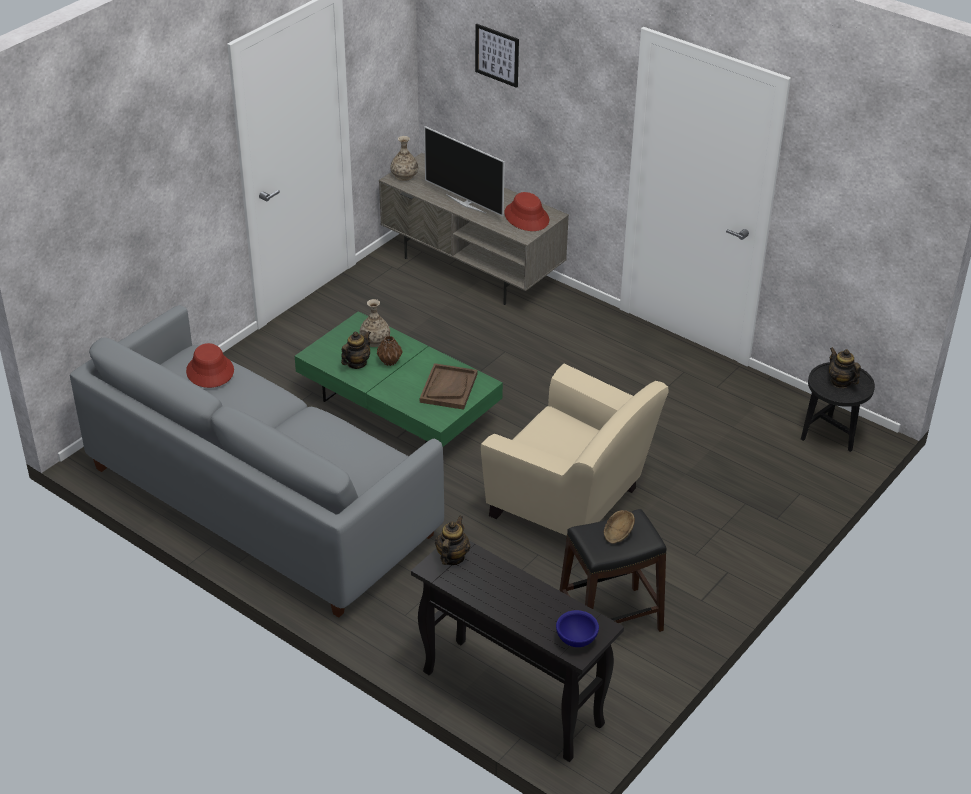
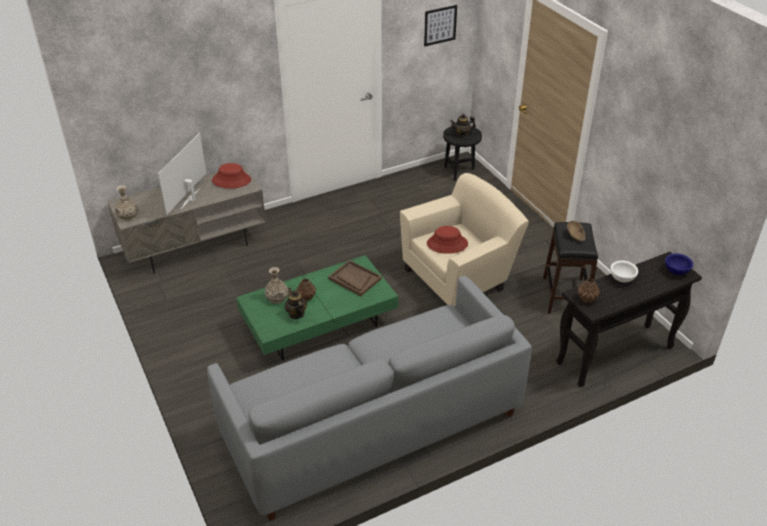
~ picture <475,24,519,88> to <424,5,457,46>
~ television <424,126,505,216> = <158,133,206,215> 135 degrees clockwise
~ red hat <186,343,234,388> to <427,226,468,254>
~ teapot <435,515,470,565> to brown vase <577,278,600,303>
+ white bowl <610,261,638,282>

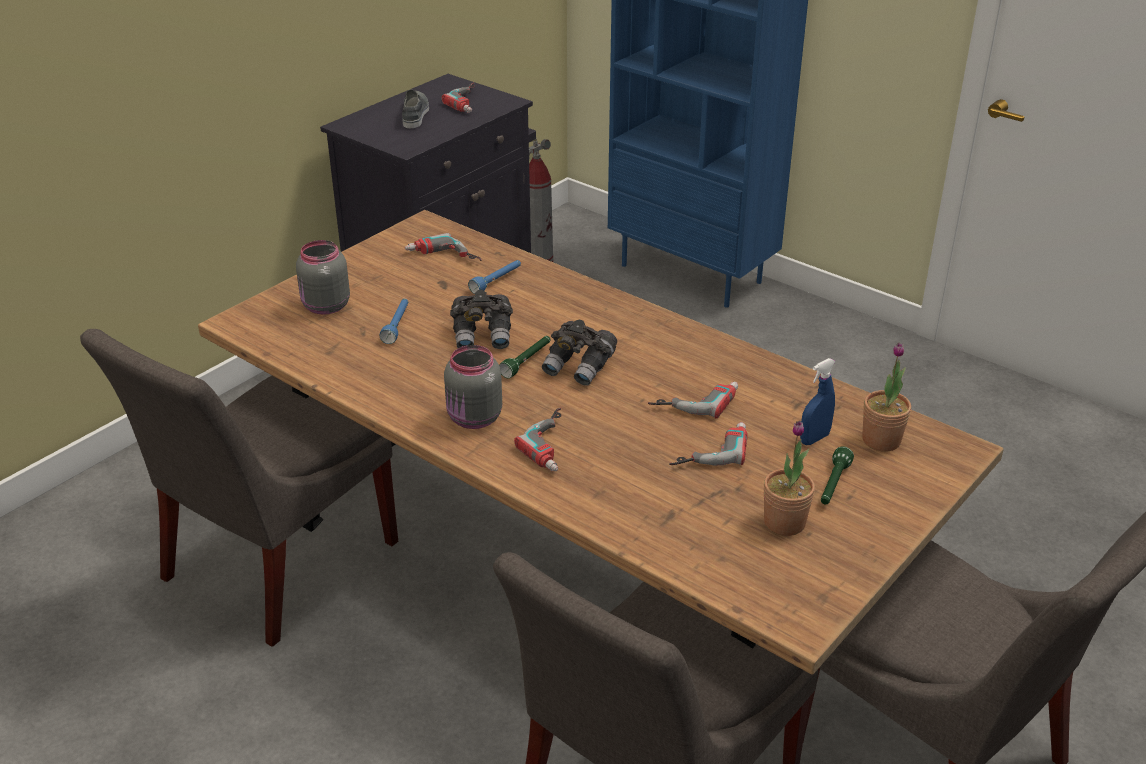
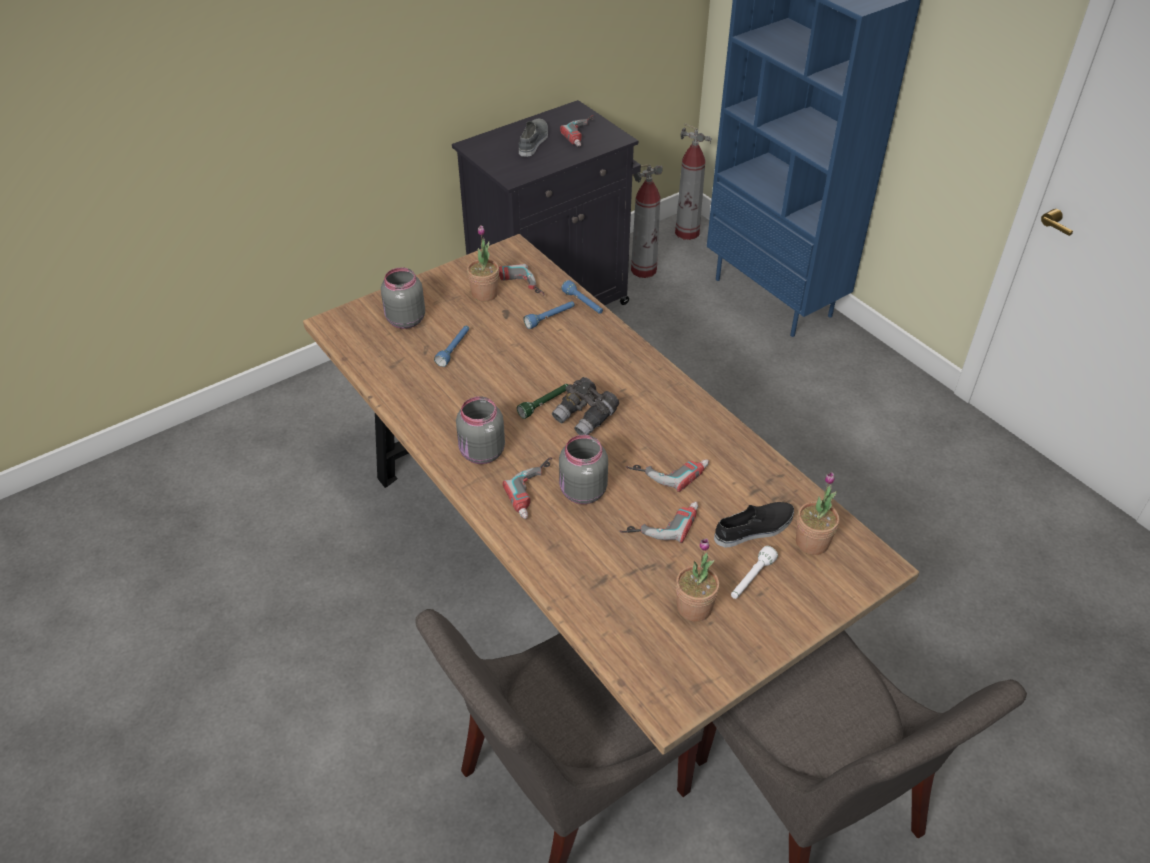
- grey binoculars <450,290,513,349>
- grey chair <80,329,398,647>
~ blue spray bottle <800,358,836,445> to black shoe <714,502,794,548>
~ green flashlight <821,446,854,505> to white flashlight <731,546,778,599>
+ fire extinguisher <675,123,712,240>
+ potted plant <467,225,499,302>
+ blue flashlight <561,280,603,314>
+ grey jar <559,435,608,504>

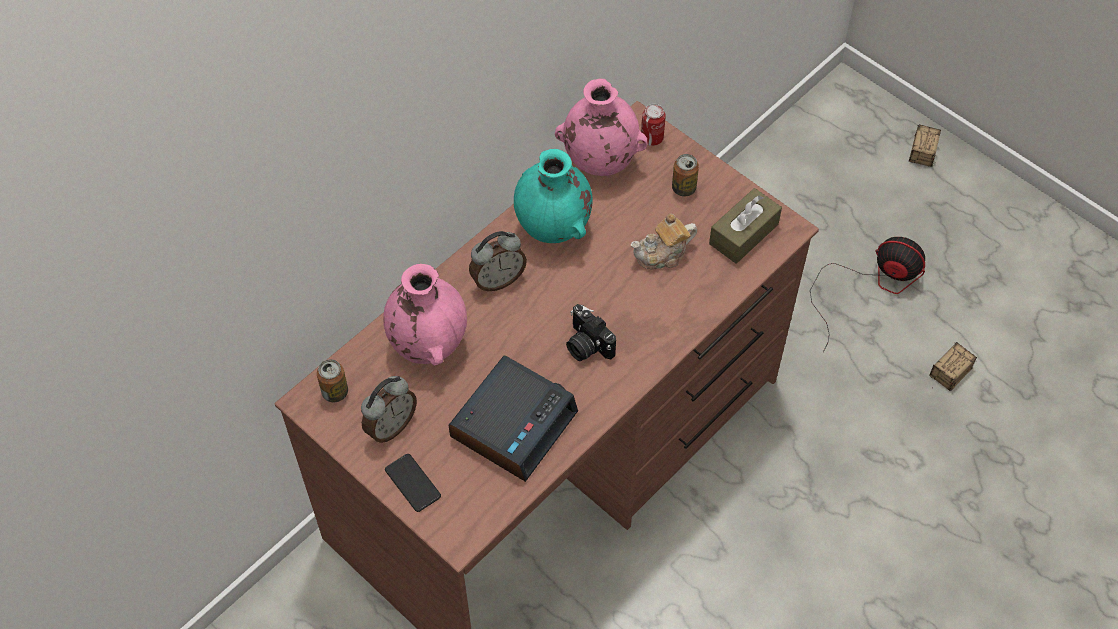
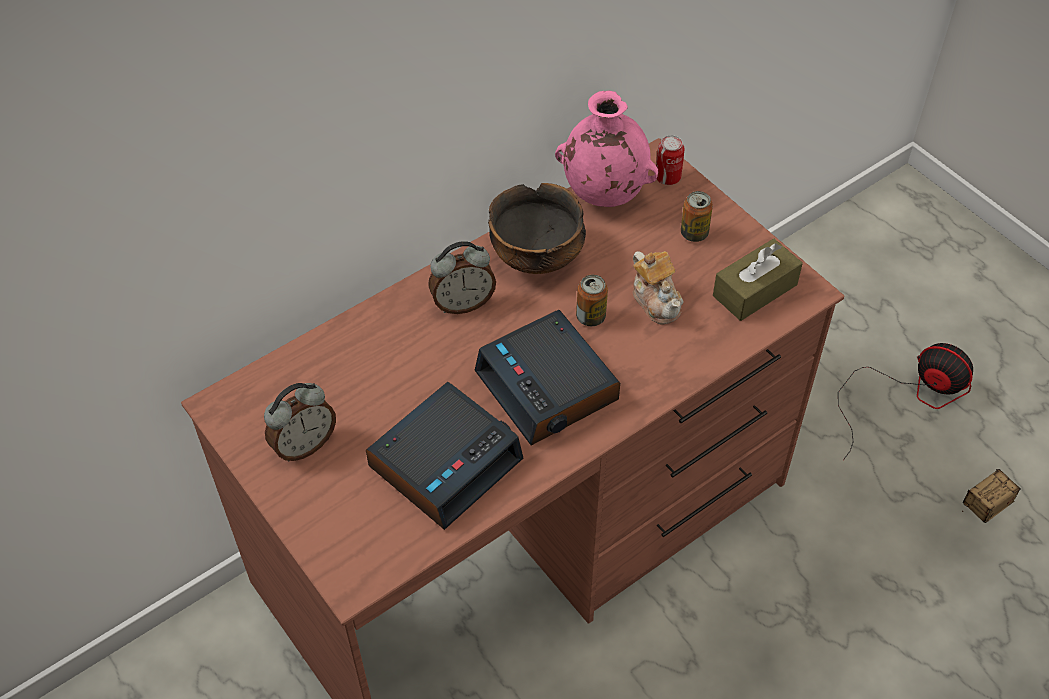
- storage box <909,124,941,167>
~ turquoise vase <514,149,593,243> to bowl <488,183,586,274>
~ teapot <631,214,697,269> = <633,251,683,325> 105 degrees counterclockwise
- pink vase <383,264,467,365>
~ photo camera <566,304,616,361> to alarm clock <475,310,620,446>
~ can <317,359,348,402> to <576,275,608,326>
- phone <385,454,441,512>

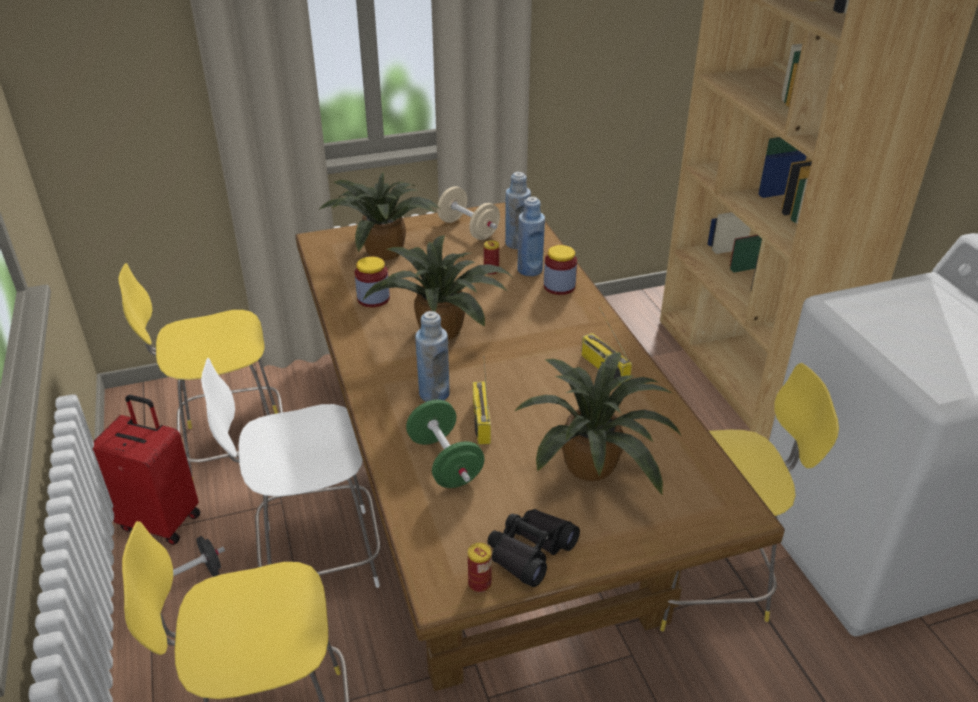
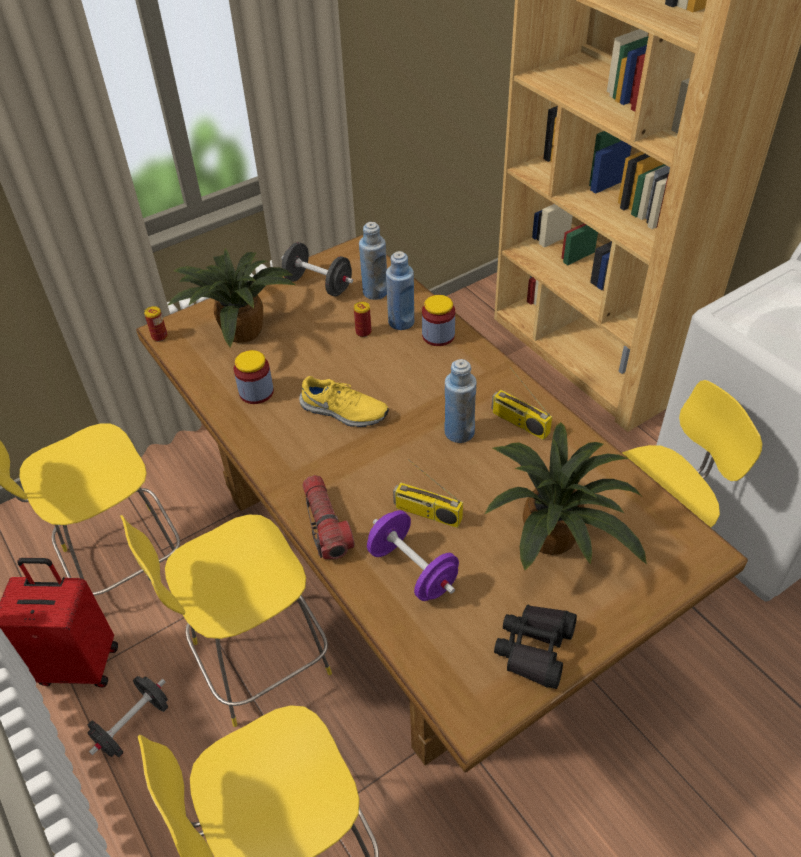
~ beige dumbbell <437,186,500,240> to black dumbbell <281,242,353,297>
~ potted plant <363,235,514,340> to yellow shoe <299,376,389,427>
~ blue bottle <415,311,450,402> to <445,359,477,443>
~ radio <473,356,491,445> = <393,460,463,528> 45 degrees counterclockwise
~ white chair <201,358,380,588> to yellow chair <120,515,332,727>
~ green dumbbell <406,400,485,488> to purple dumbbell <367,510,459,601>
~ can <468,543,492,593> to <144,306,168,342>
+ flashlight <302,475,355,559>

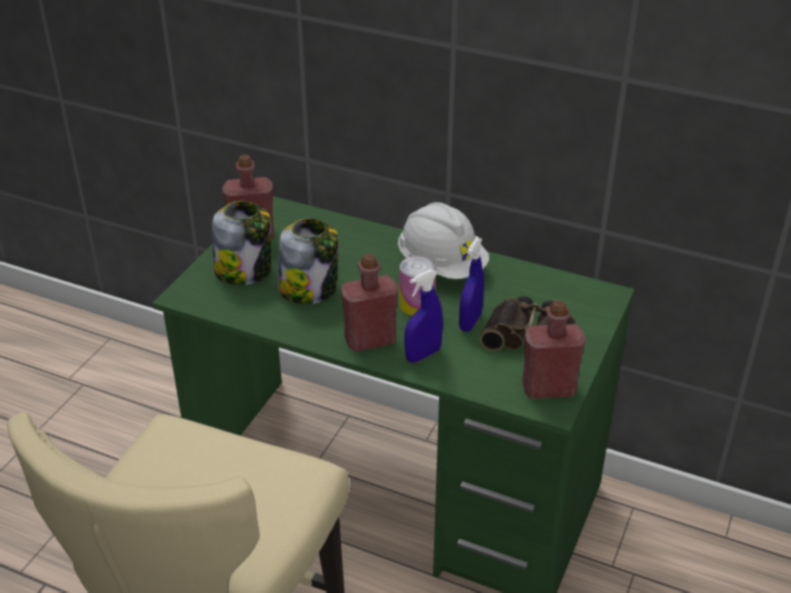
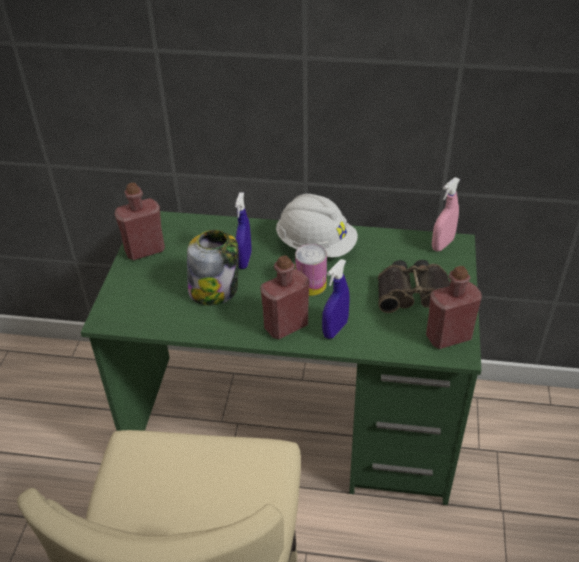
- jar <212,201,271,285>
~ blue spray bottle <459,237,484,332> to <235,192,251,269>
+ pink spray bottle <432,177,460,252>

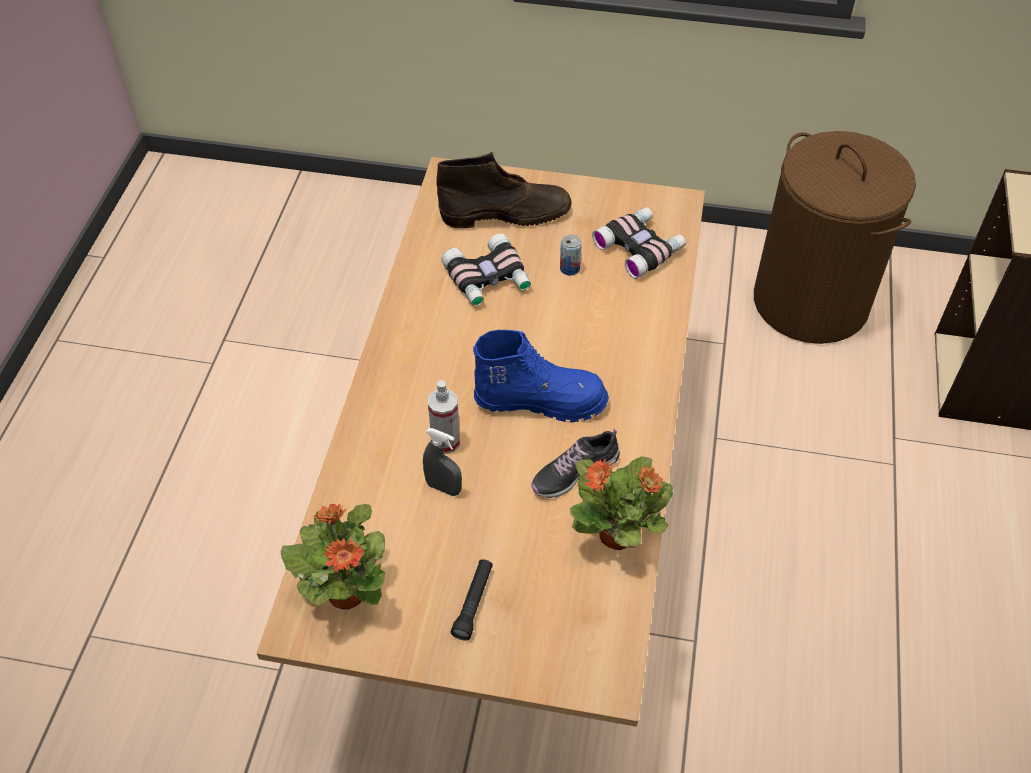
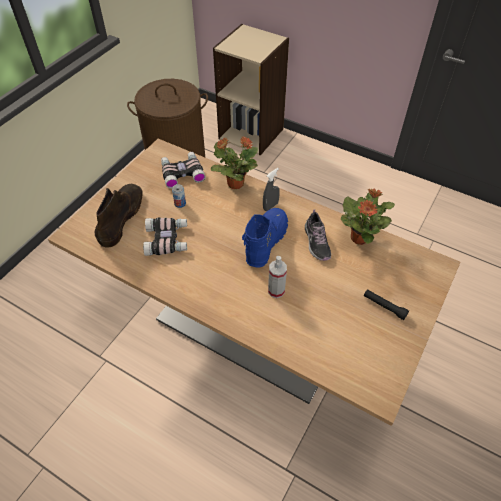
~ grey spray bottle <423,428,462,496> to <263,168,280,211>
~ potted plant <281,503,385,609> to <210,136,258,189>

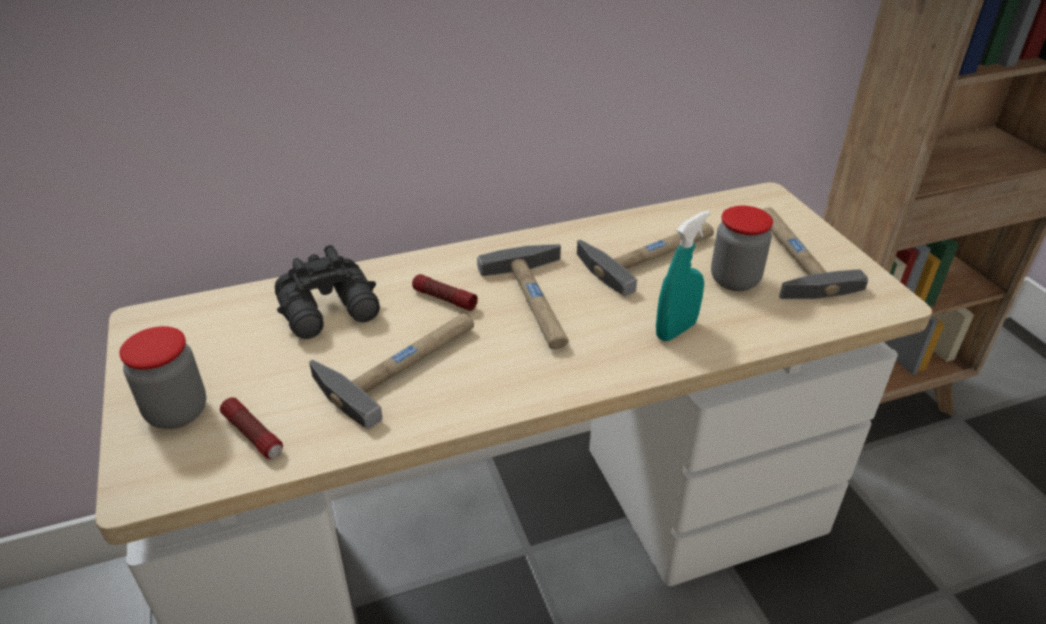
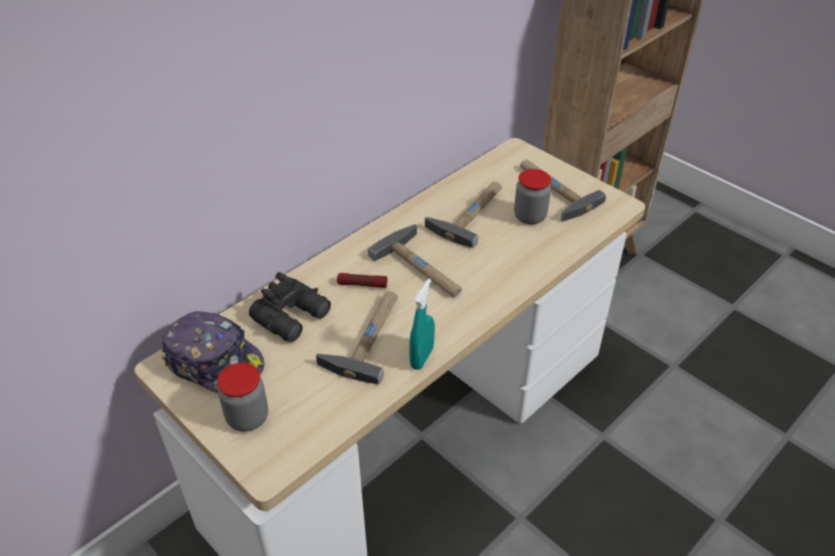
~ turquoise spray bottle <656,210,710,341> to <409,279,435,370>
- flashlight <220,397,283,459>
+ cap <162,311,264,393>

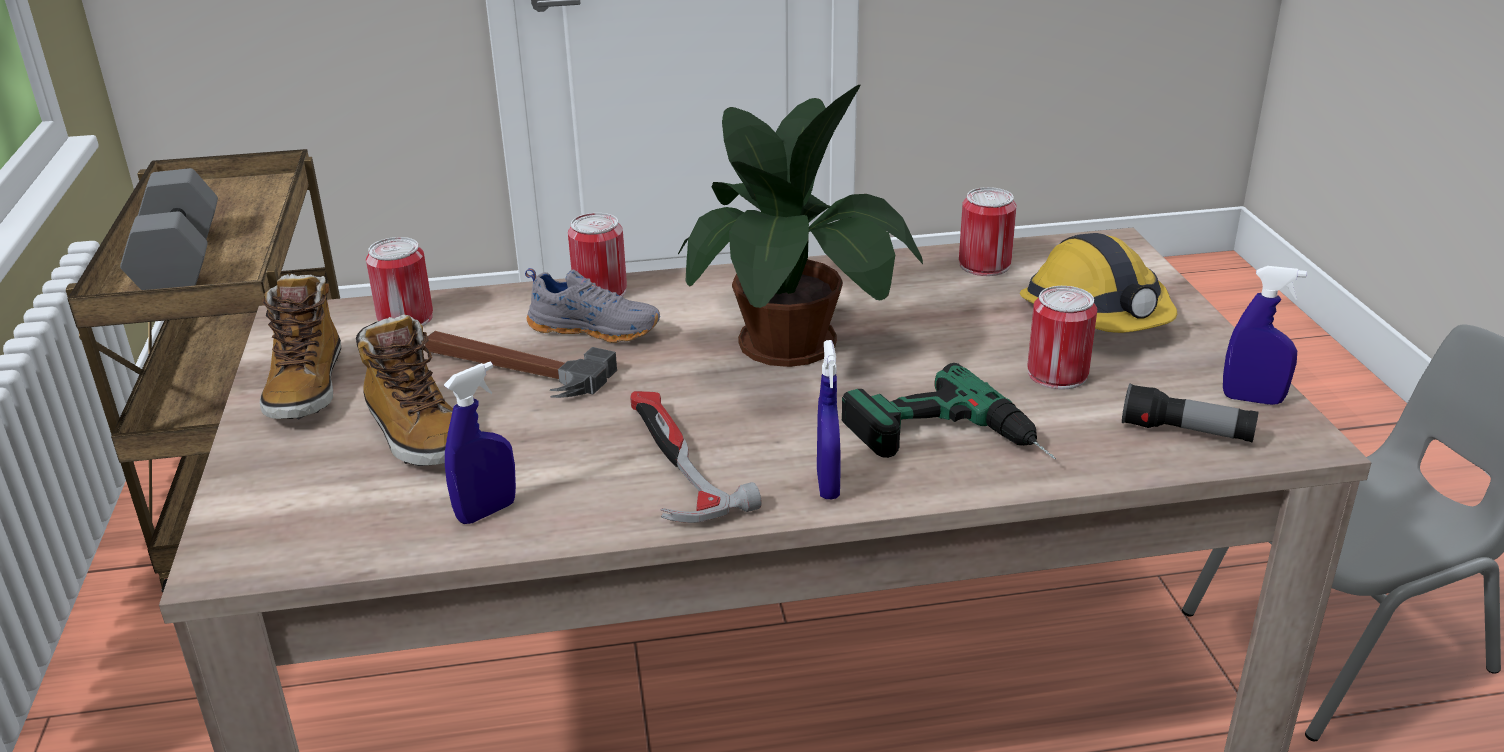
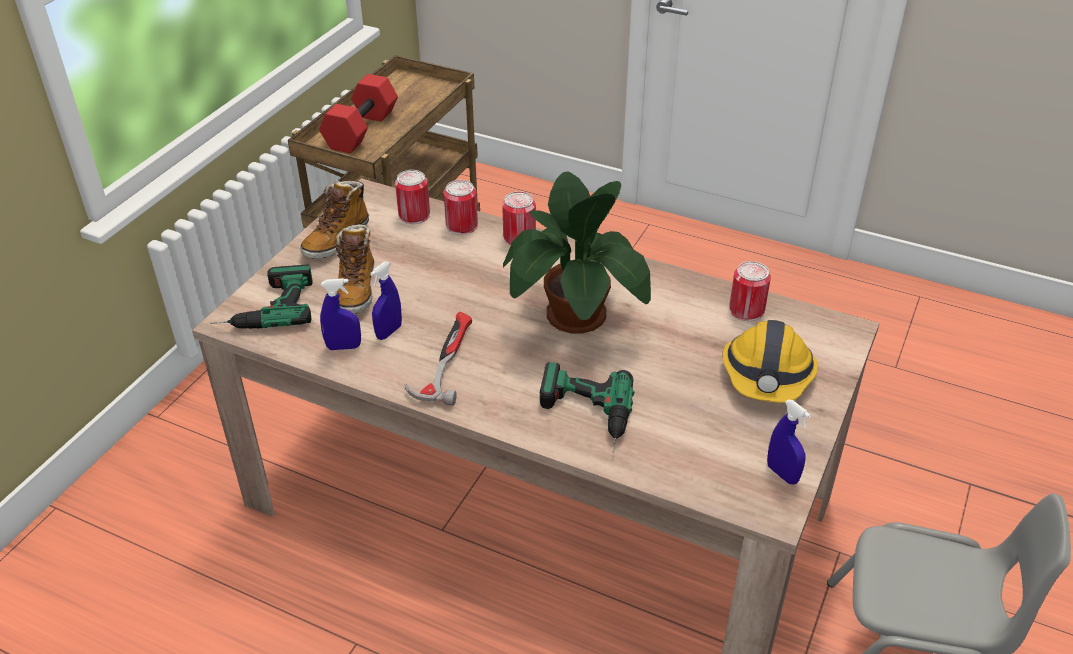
~ grey dumbbell <120,168,218,290> to red dumbbell <319,74,398,153>
- grey shoe <525,268,660,343>
~ can <1027,286,1097,389> to <444,180,478,235>
- hammer <425,331,617,398>
~ blue spray bottle <817,340,841,499> to <370,262,402,340>
- flashlight <1122,383,1259,443>
+ power drill <210,264,313,329>

